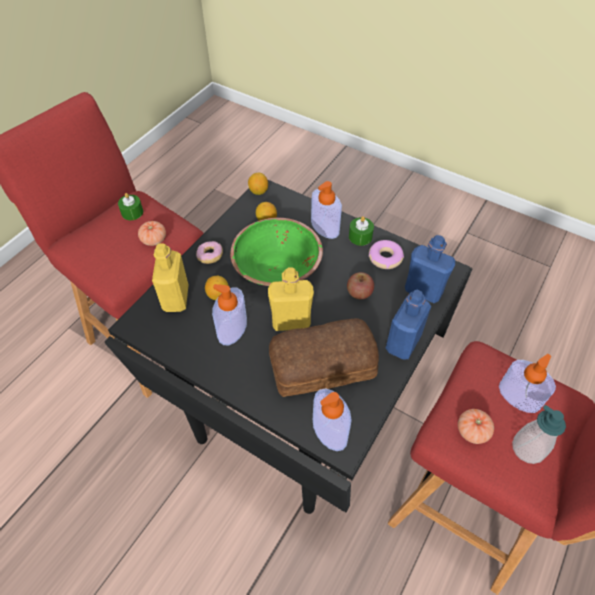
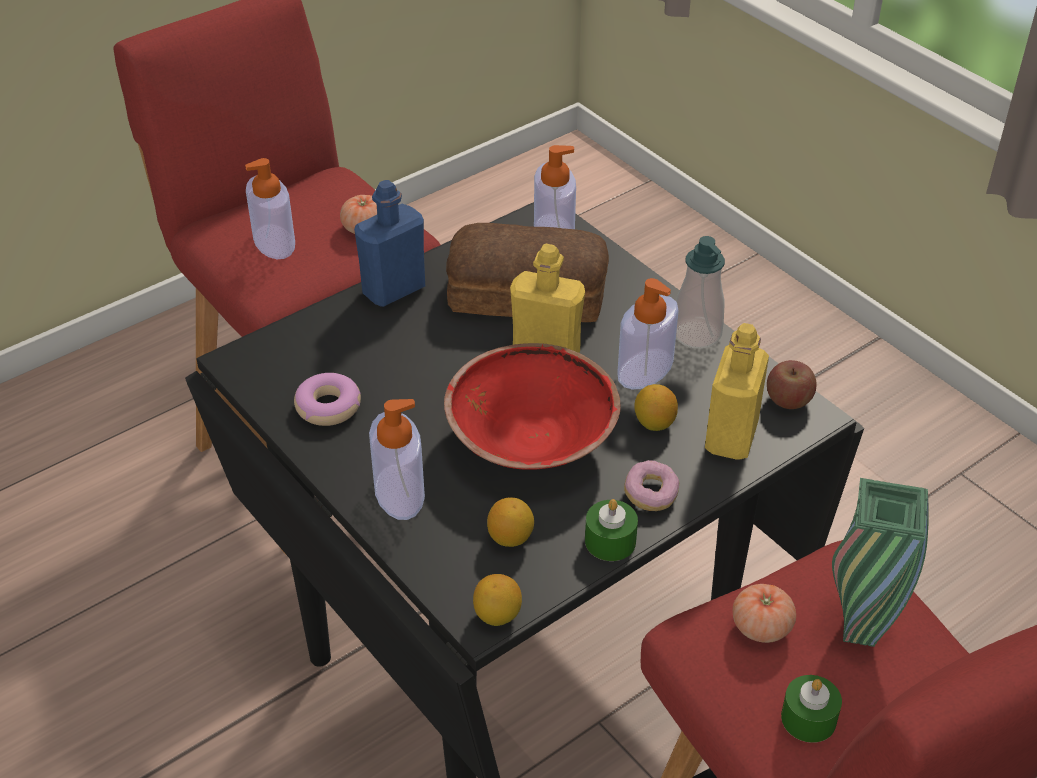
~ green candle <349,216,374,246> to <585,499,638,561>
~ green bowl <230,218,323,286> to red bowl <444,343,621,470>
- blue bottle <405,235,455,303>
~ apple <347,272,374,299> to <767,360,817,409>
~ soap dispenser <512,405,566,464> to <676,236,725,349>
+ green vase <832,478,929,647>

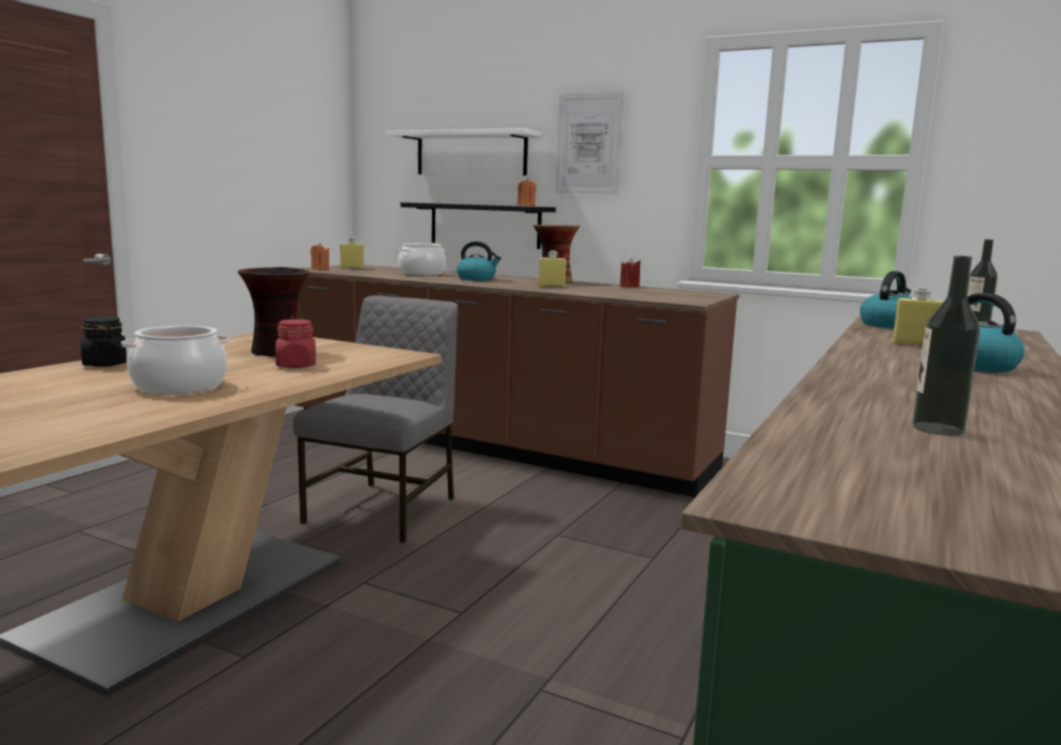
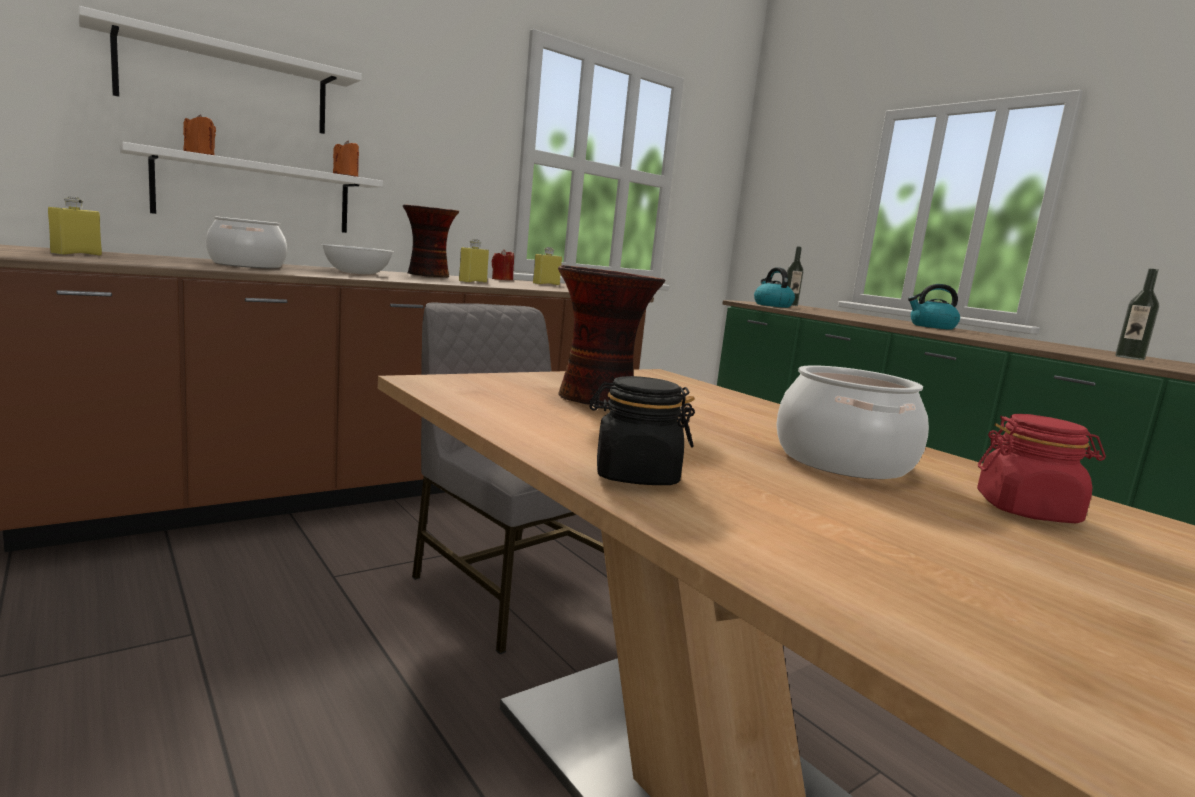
- picture <555,92,625,195>
~ black shelf <400,202,556,249> to white shelf <120,142,383,233>
~ kettle <457,241,501,281> to white bowl <321,244,394,274>
~ orange candle <310,243,329,270> to <183,115,216,155>
~ yellow bottle <892,288,944,345> to <533,247,562,285>
~ red jar <275,319,316,368> to <977,414,1106,523>

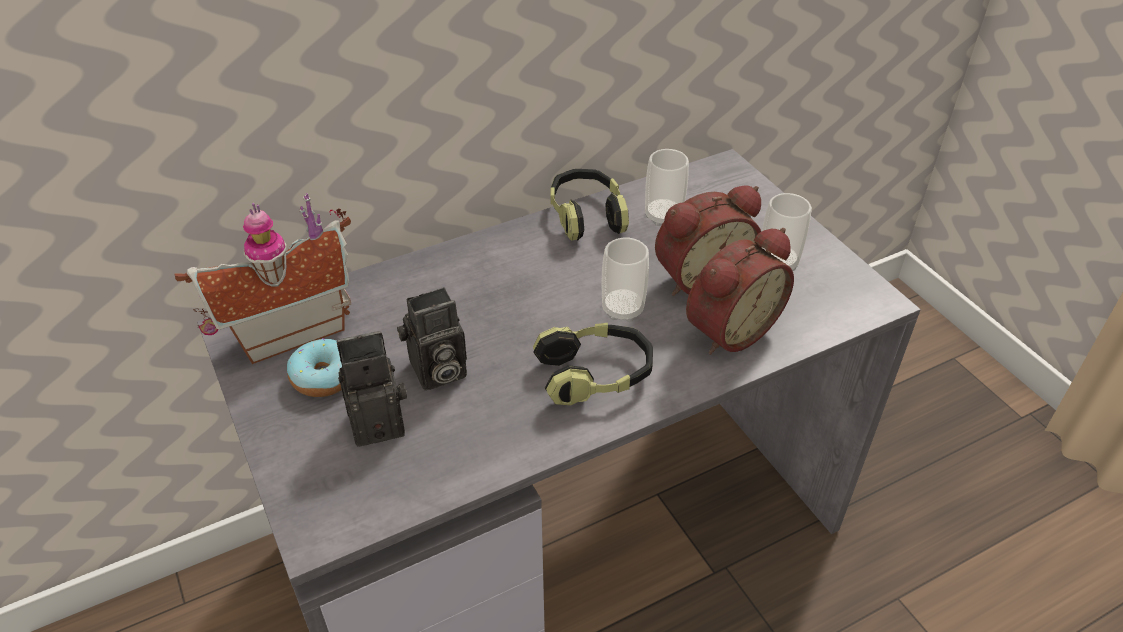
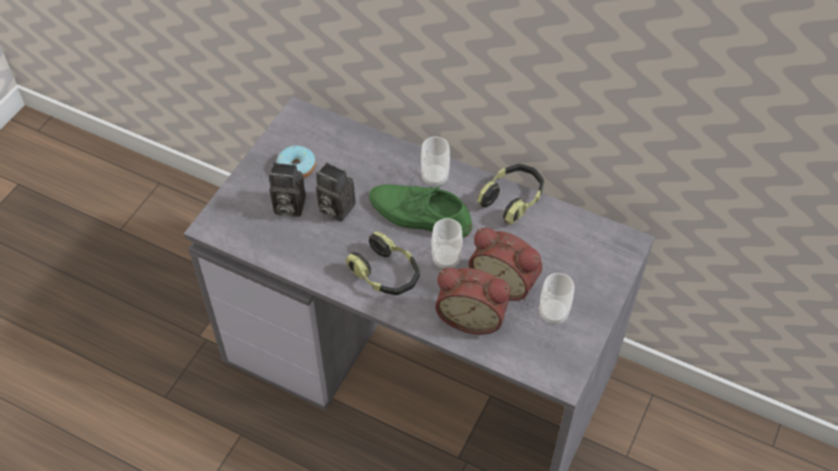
~ cup <645,149,689,226> to <421,137,450,187>
- toy house <174,193,351,364>
~ photo camera <337,331,407,447> = <269,163,306,217> 150 degrees clockwise
+ green shoe <369,185,473,238>

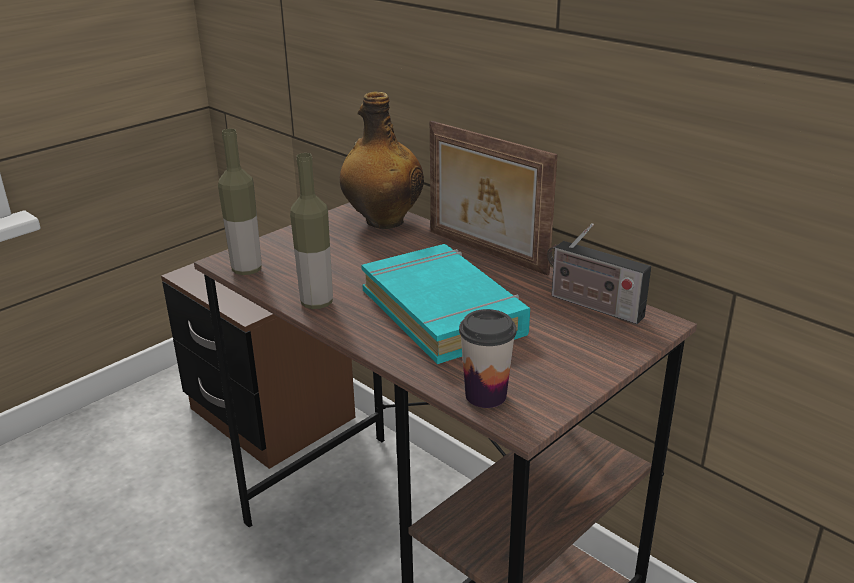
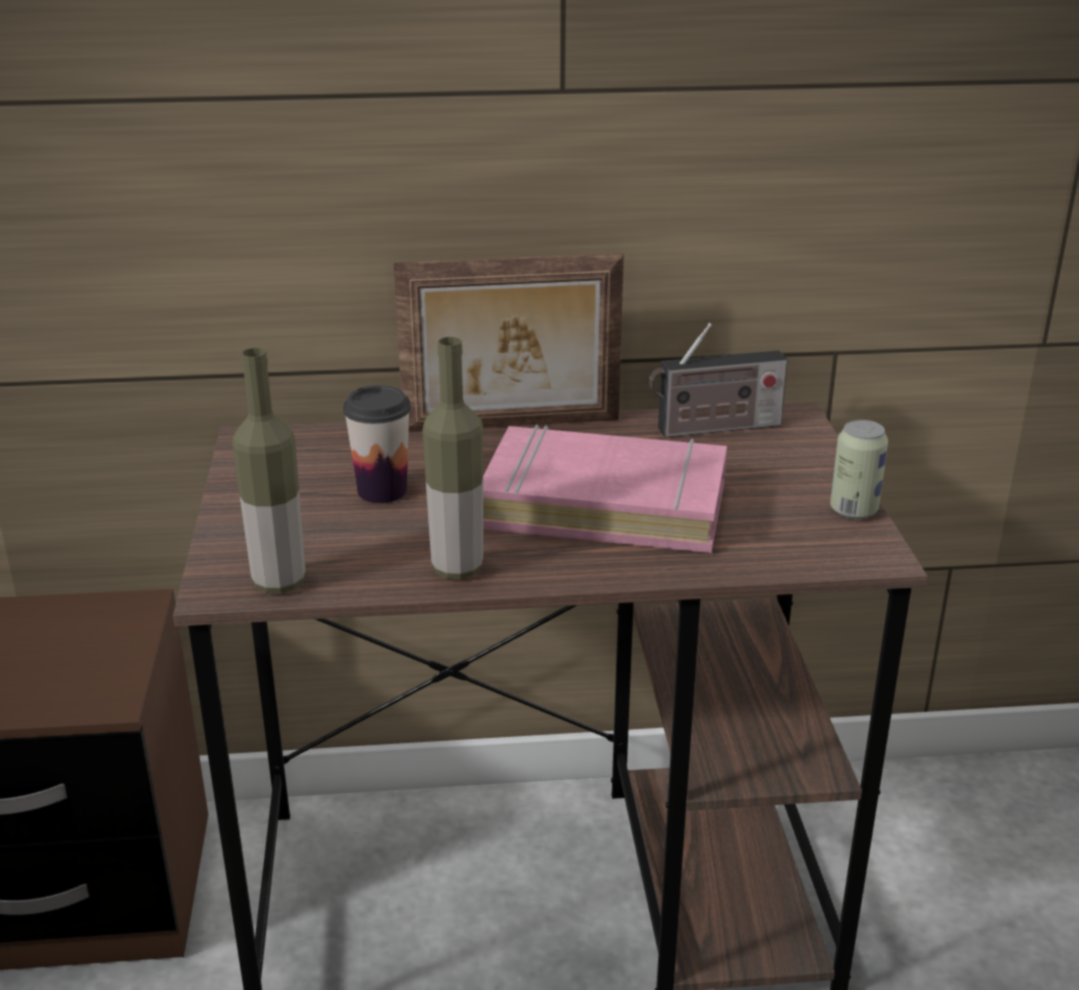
- bottle <340,92,424,229>
~ turquoise book <361,244,530,364> to pink book <483,425,727,553>
~ cup <459,309,516,408> to <343,385,411,503>
+ can <830,420,888,519>

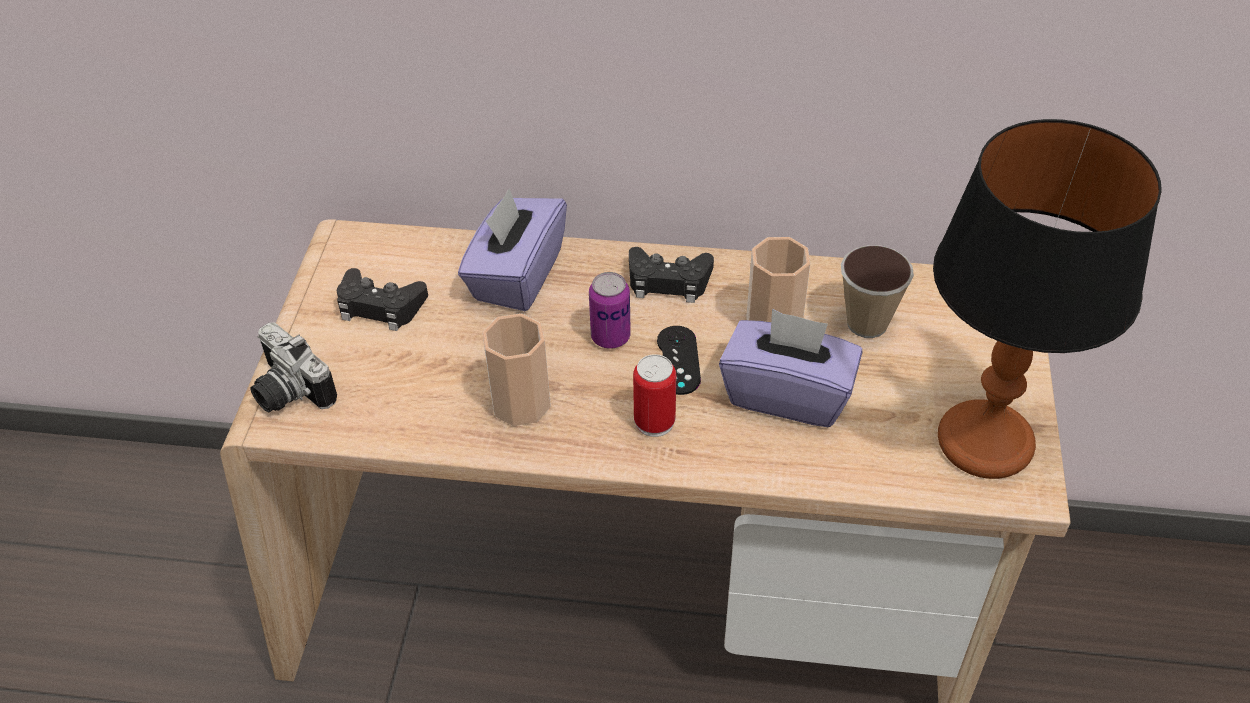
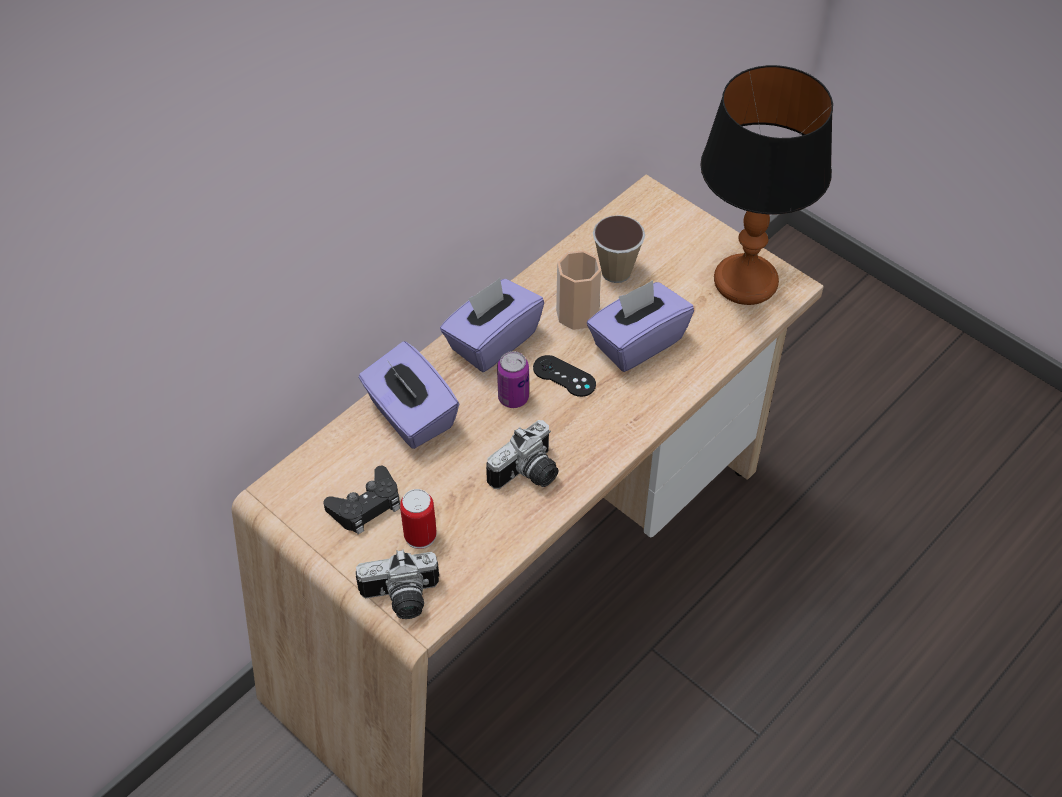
~ black game controller <629,247,714,303> to purple tissue box <440,278,544,372>
~ cup <482,313,551,426> to photo camera <486,420,559,489>
~ can <633,354,676,437> to <400,489,437,549>

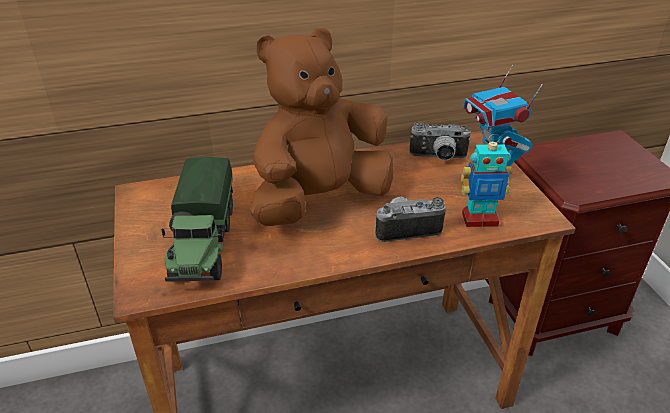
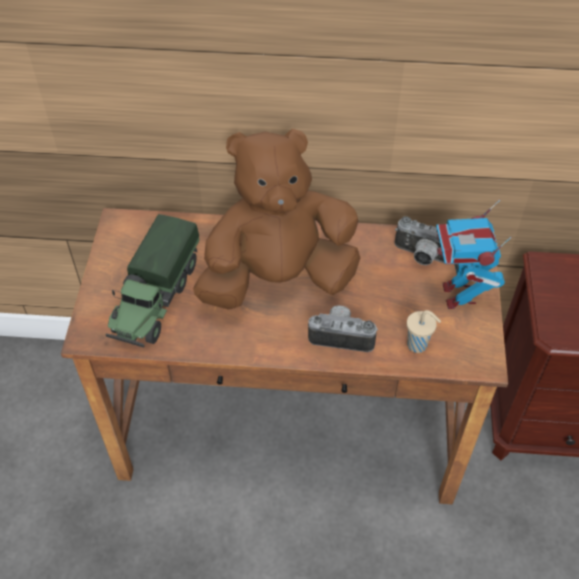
~ toy robot <461,134,512,227> to beige cup <407,310,441,353>

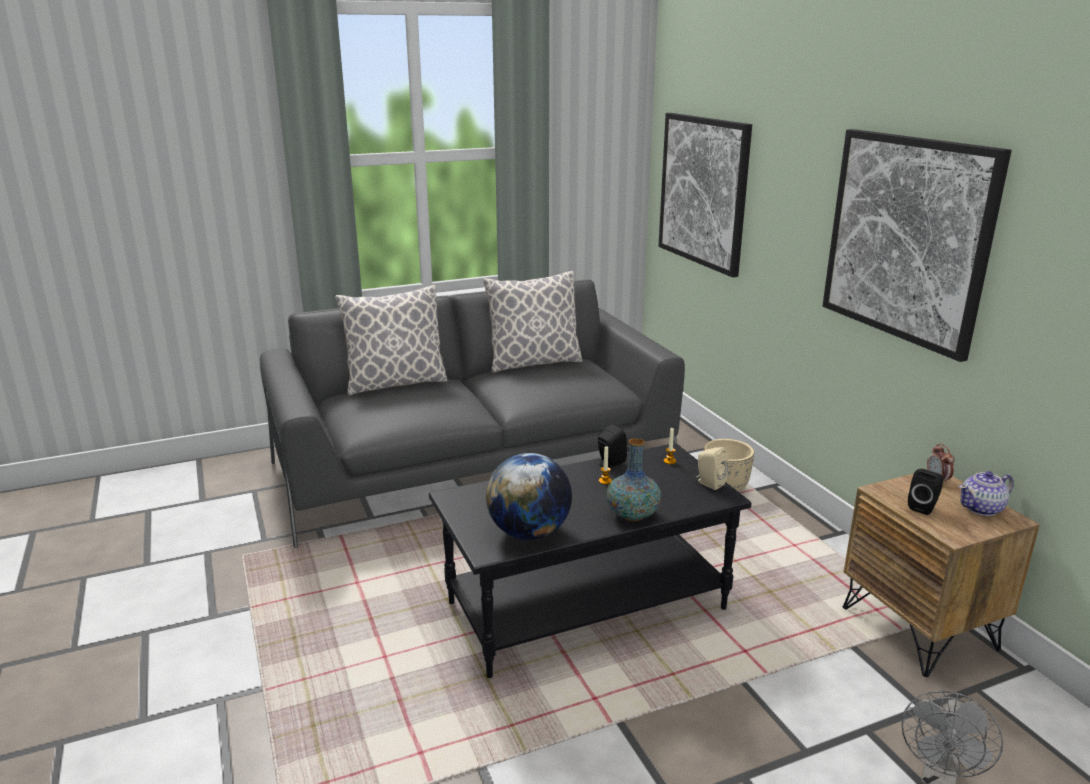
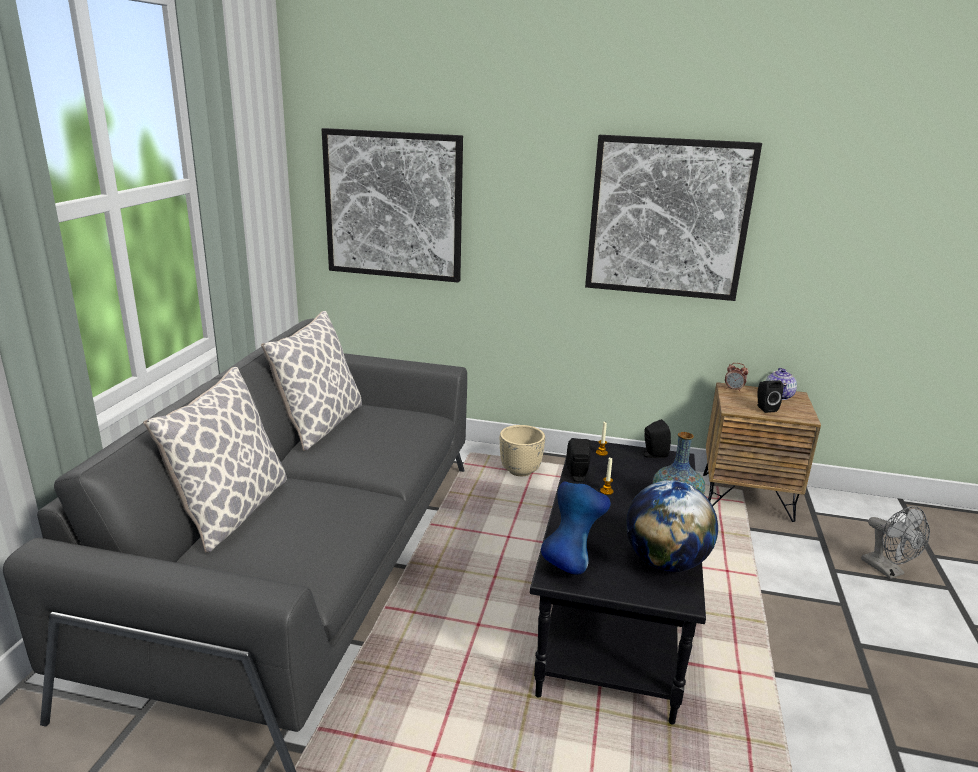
~ beige speaker <696,447,728,490> to black speaker <642,419,671,458>
+ blue vase <541,481,611,574>

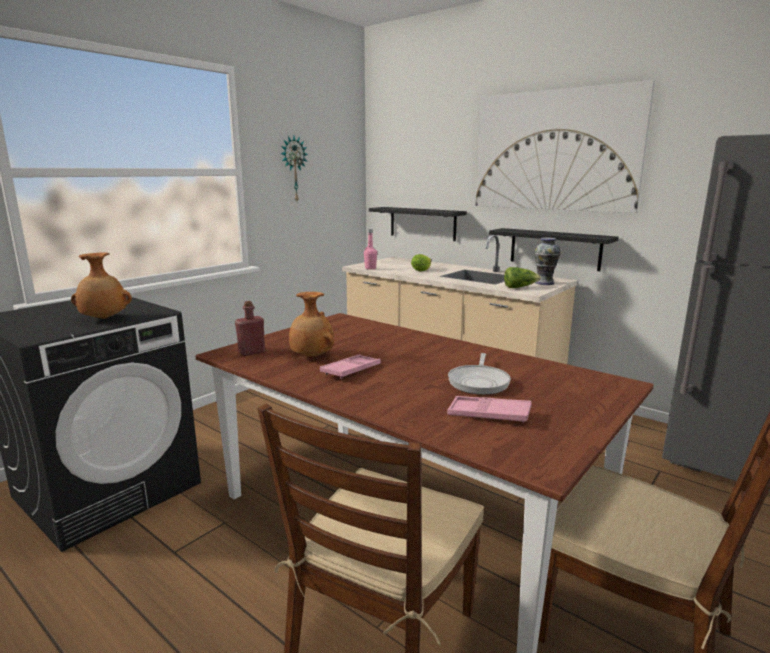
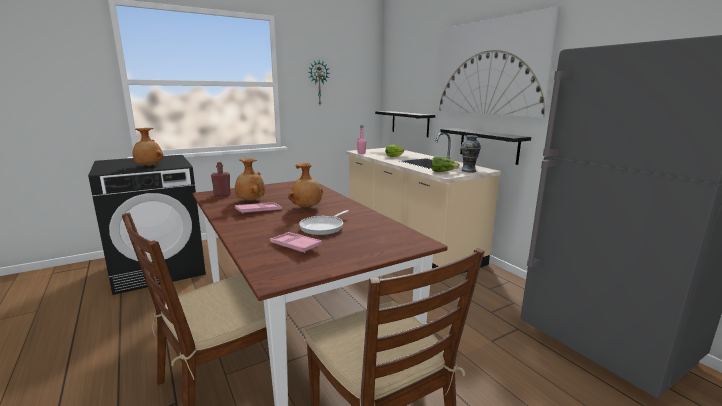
+ brown vase <288,163,323,208>

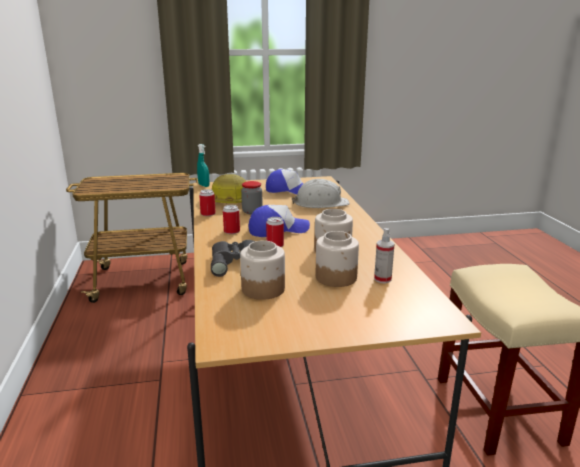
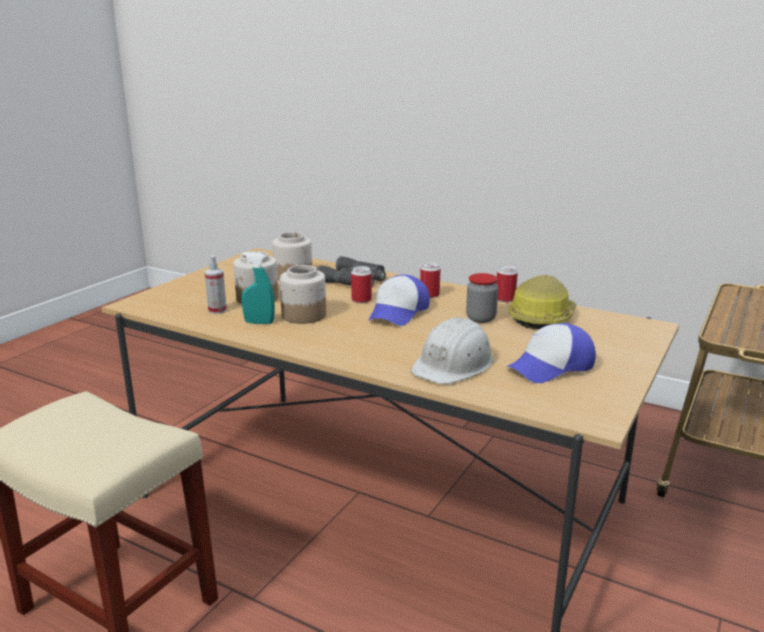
~ turquoise spray bottle <197,144,210,187> to <241,252,275,324>

